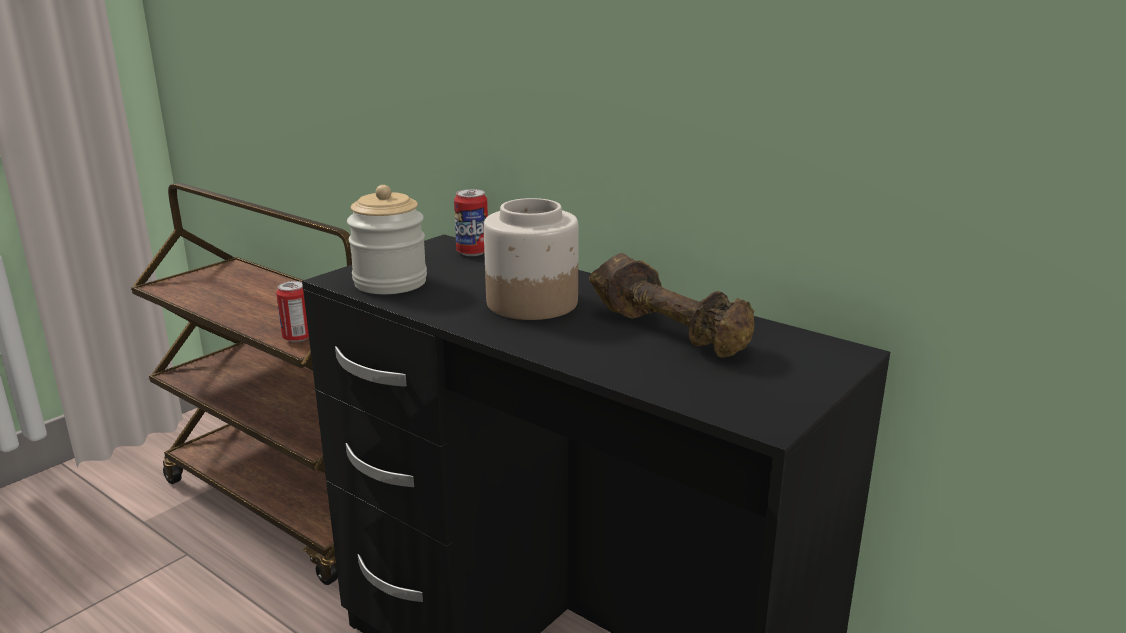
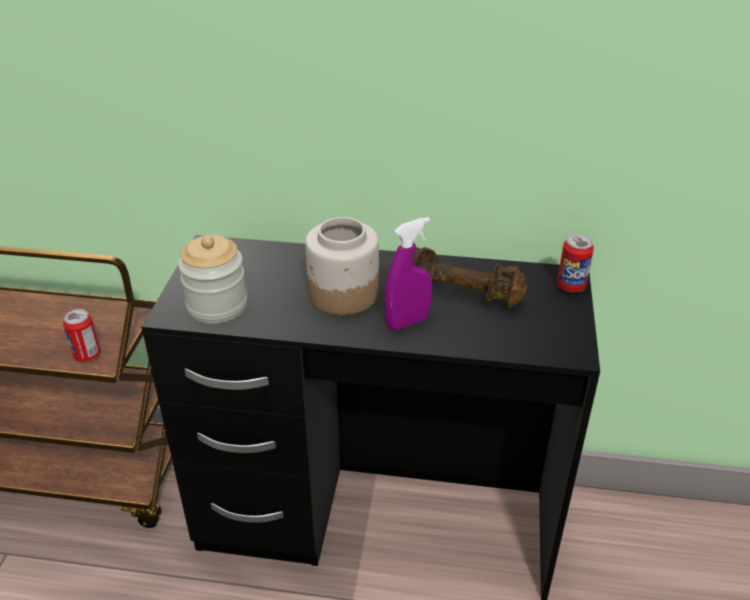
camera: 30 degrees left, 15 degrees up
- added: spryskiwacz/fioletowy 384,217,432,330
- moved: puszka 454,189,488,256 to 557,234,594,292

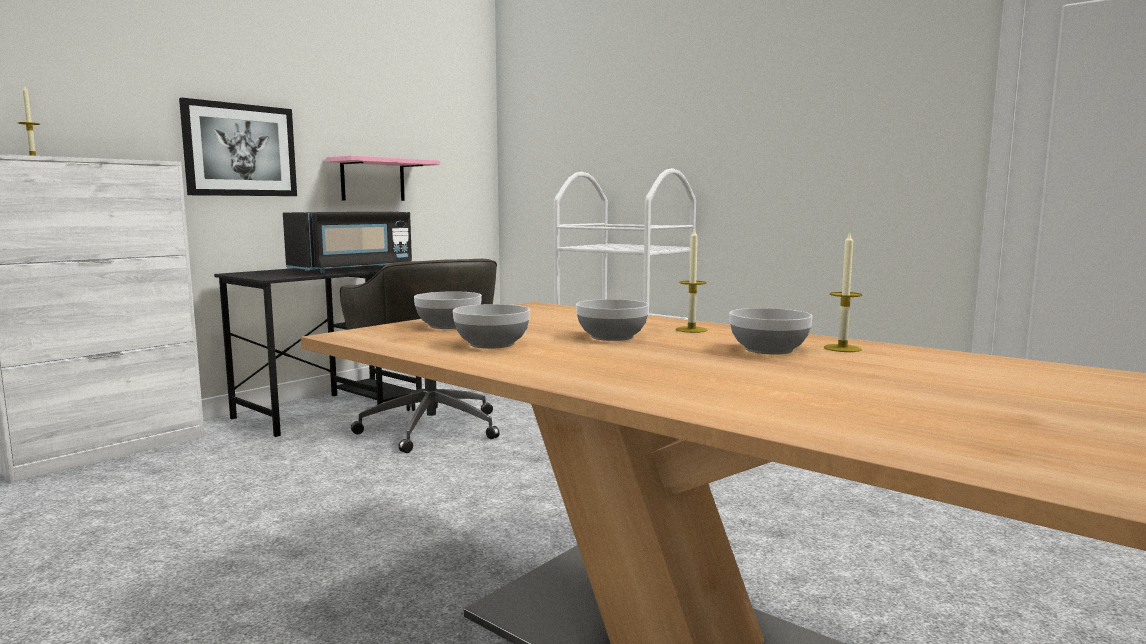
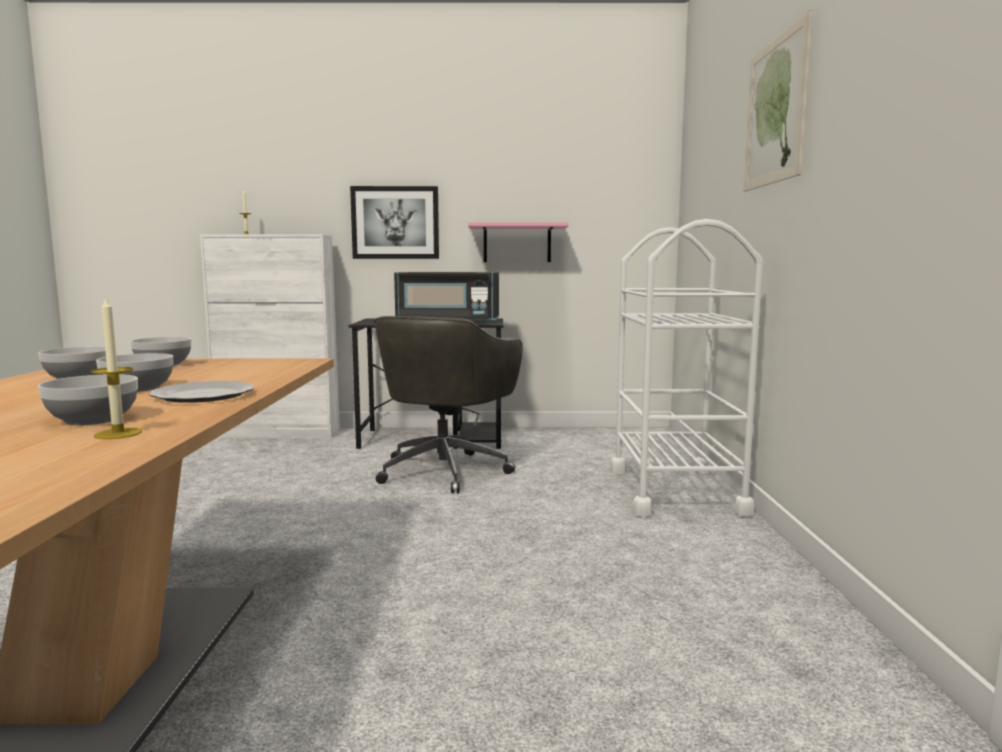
camera: 50 degrees right, 0 degrees up
- replaced: świeca 676,227,707,333 to talerz 149,381,254,403
- added: obraz 744,10,813,191

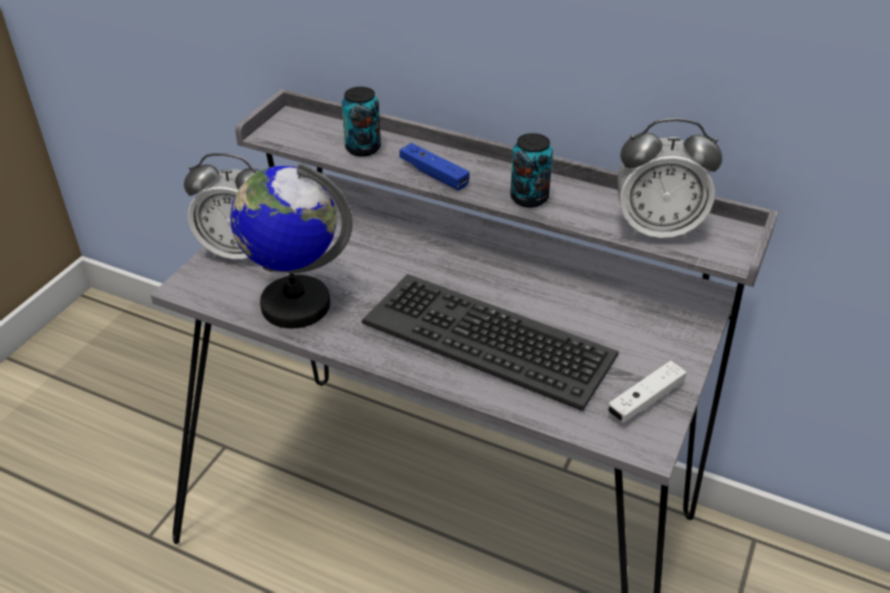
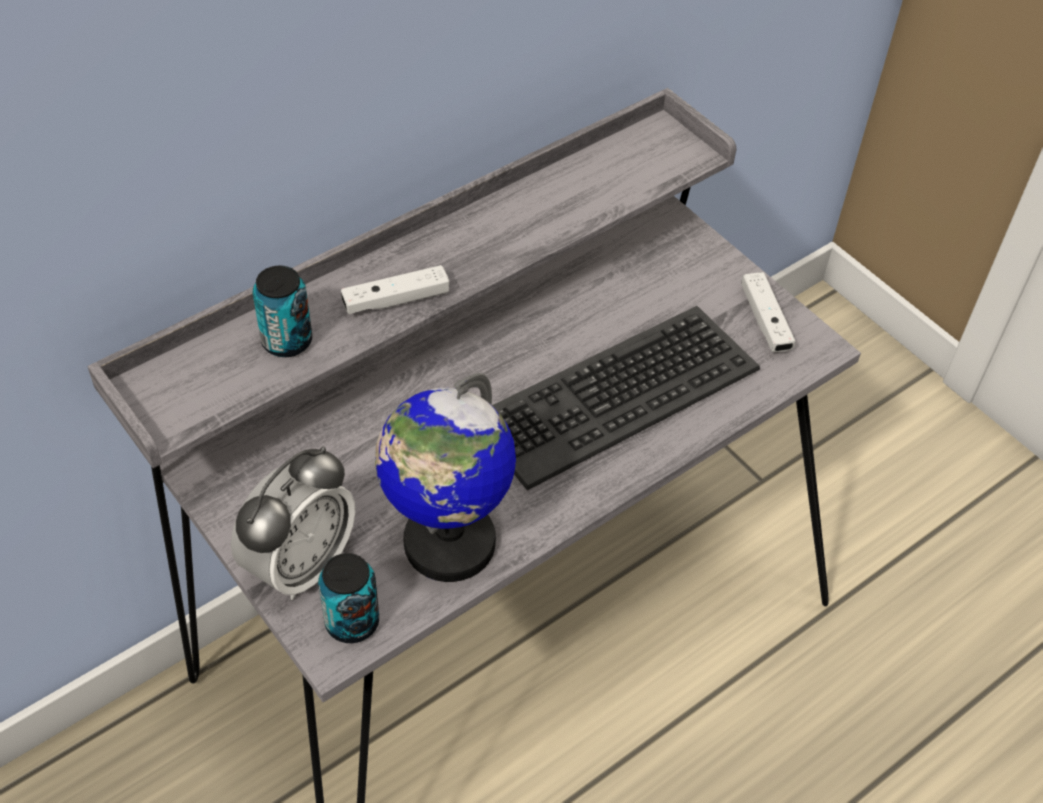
camera: 65 degrees left, 10 degrees up
- moved: puszka 510,133,553,208 to 318,553,379,643
- recoloured: pad do gier/niebieski 399,143,470,190 to pad do gier/biały 341,265,449,314
- removed: budzik 617,118,722,240

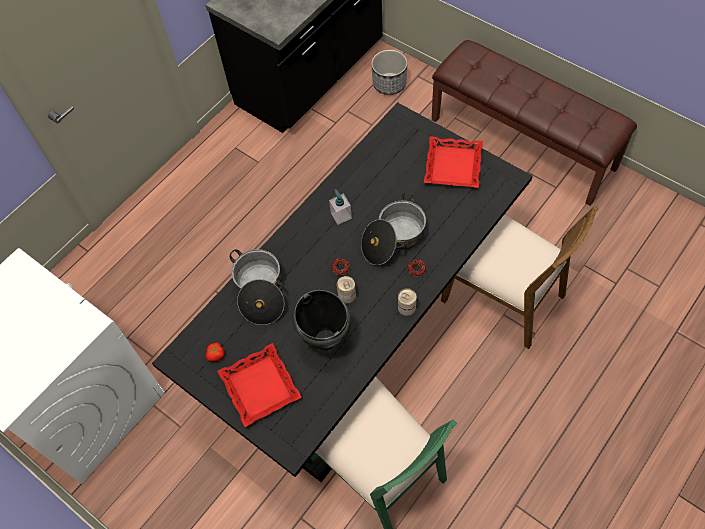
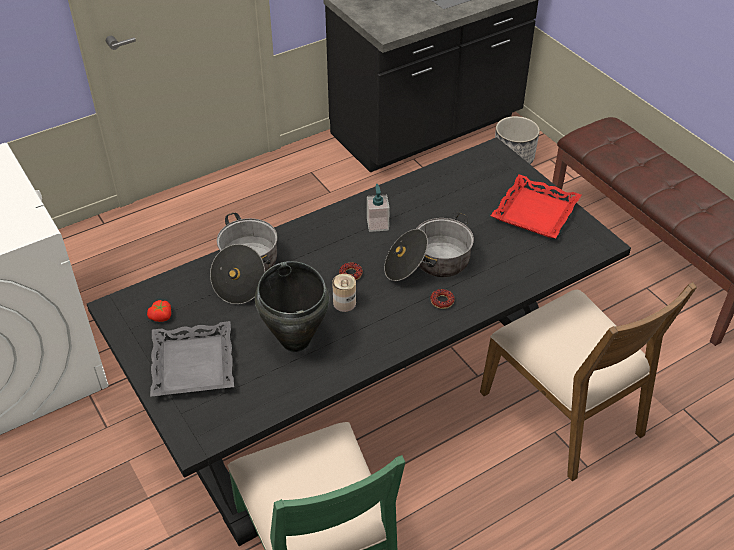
camera: 15 degrees right, 15 degrees down
- recoloured: taca/czerwony 217,343,302,427 to taca/szary 150,321,234,397
- removed: puszka 398,288,416,316

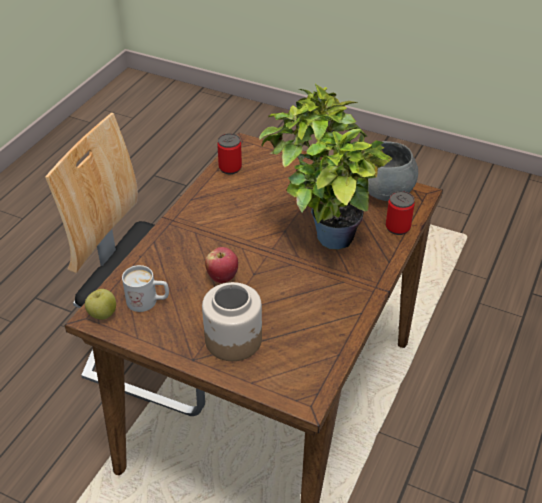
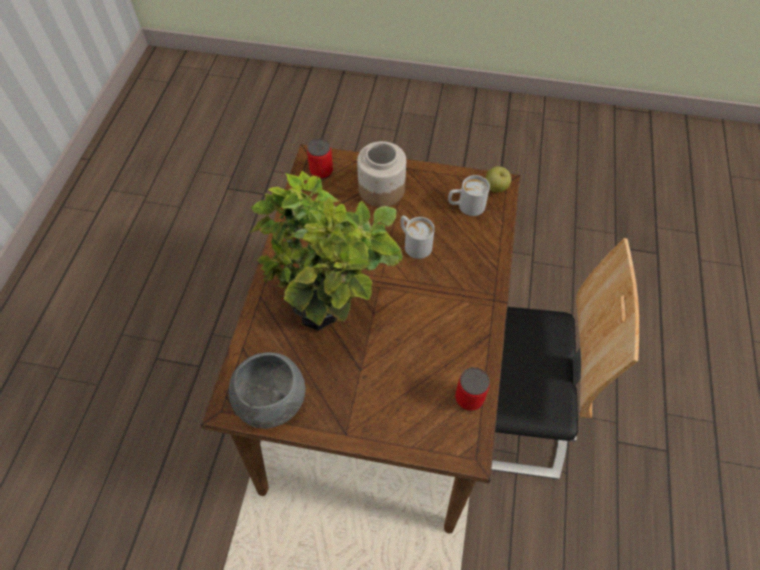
camera: 165 degrees right, 15 degrees up
- moved: puszka 386,191,415,235 to 307,138,333,179
- replaced: jabłko 205,247,238,283 to kubek/biały 401,215,435,259

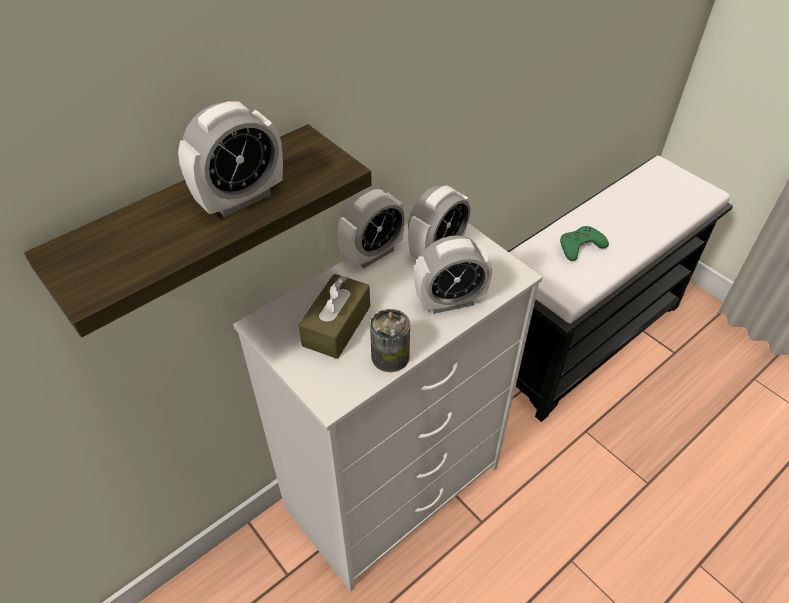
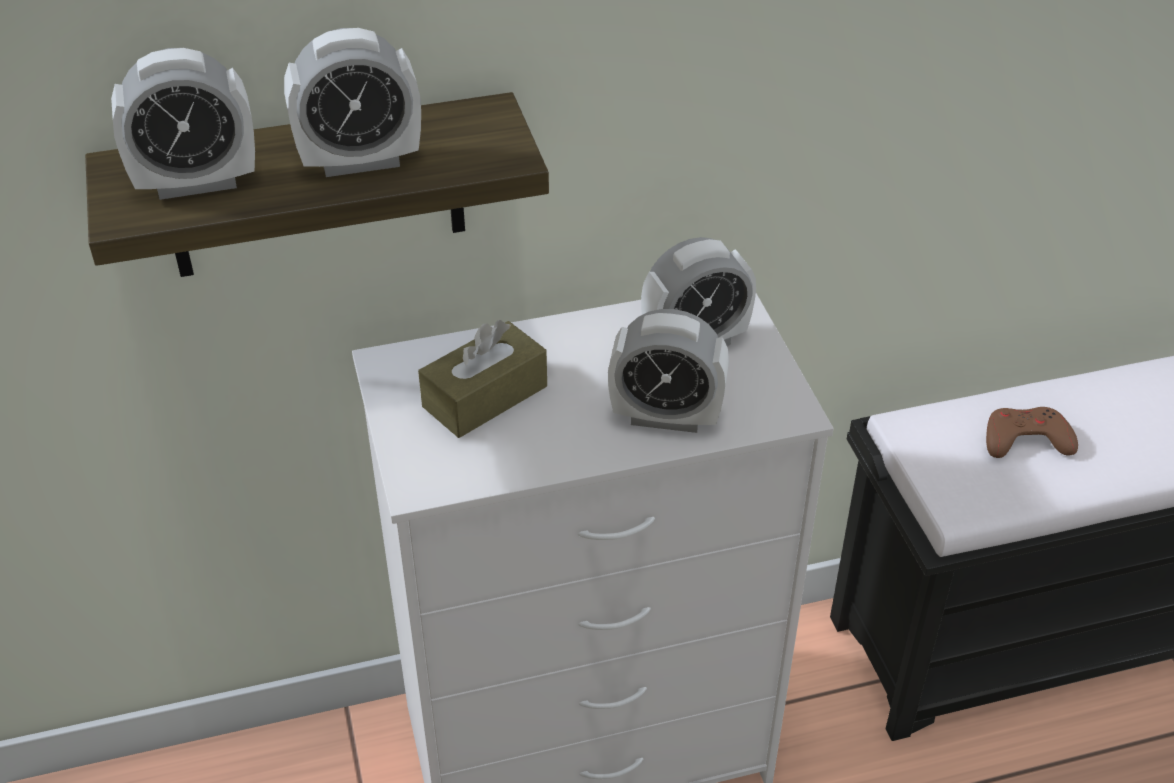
camera: 25 degrees right, 5 degrees down
- moved: budzik 338,189,406,268 to 111,48,255,200
- recoloured: pad do gier/zielony 560,226,609,261 to pad do gier/brązowy 986,407,1078,458
- removed: puszka 370,309,410,372

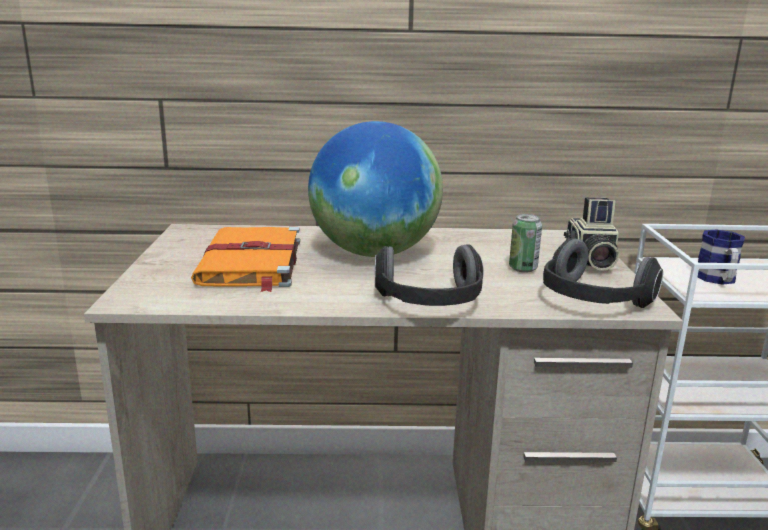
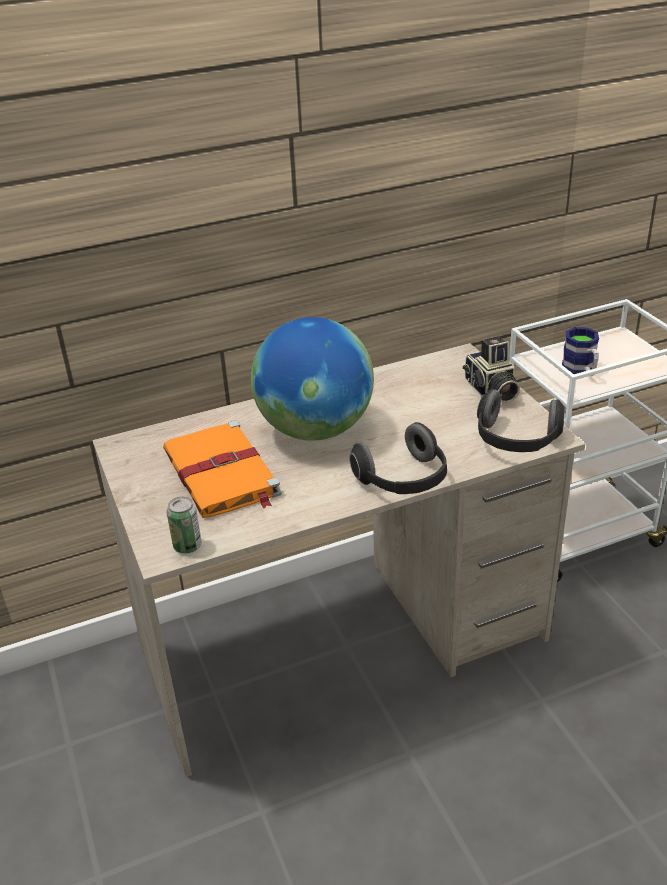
camera: 20 degrees left, 15 degrees up
- moved: puszka 509,214,542,273 to 167,496,202,554

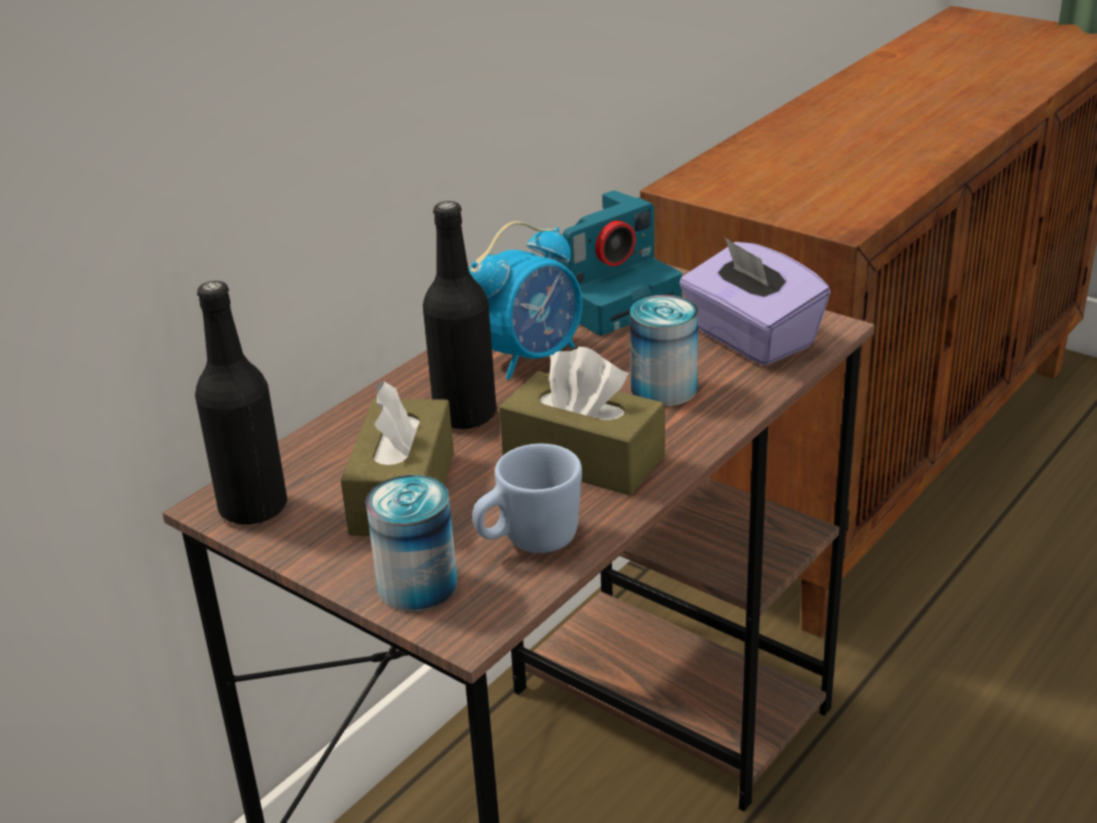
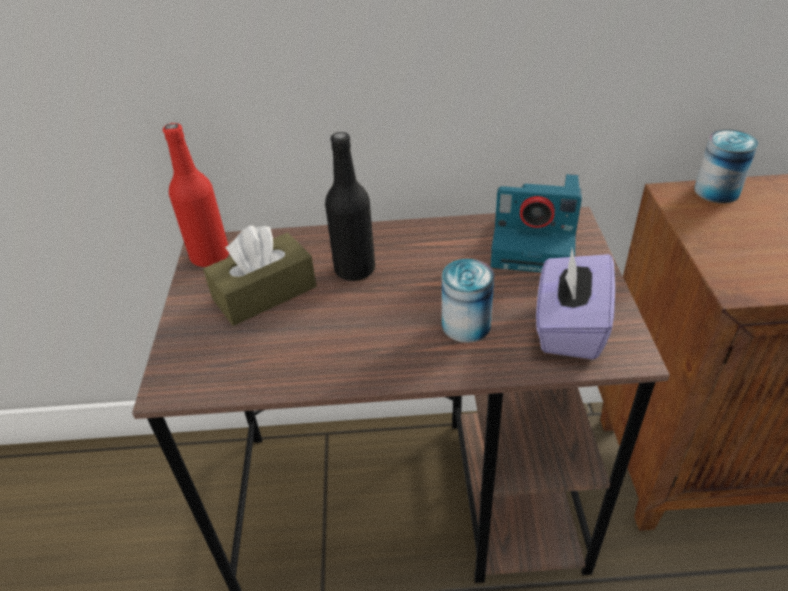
camera: 50 degrees right, 10 degrees up
- recoloured: butelka/czarny 195,281,287,525 to butelka/czerwony 163,123,229,267
- moved: puszka 366,475,458,612 to 694,129,758,203
- removed: budzik 469,221,582,380
- removed: kubek/niebieski 472,443,582,553
- removed: pudełko chusteczek/brązowy 499,346,665,496

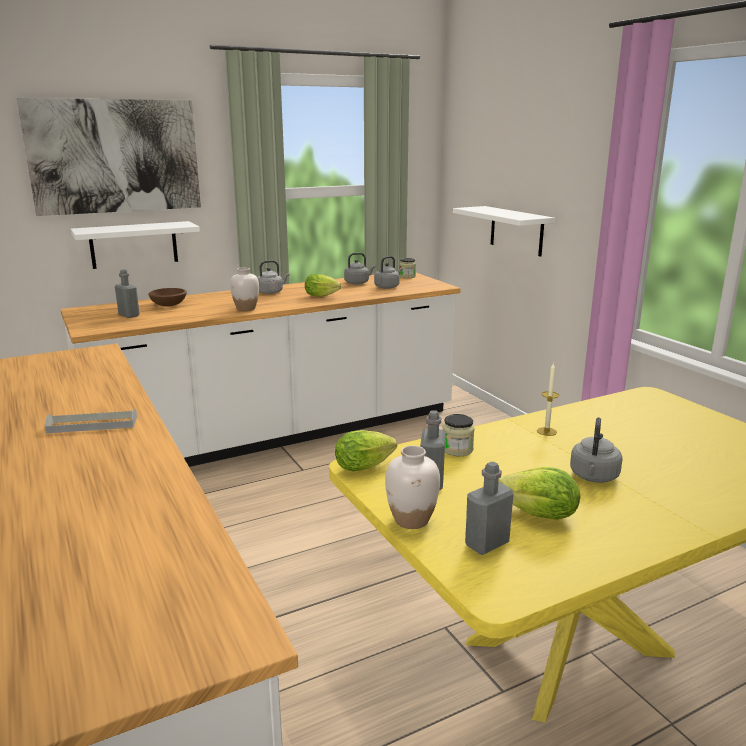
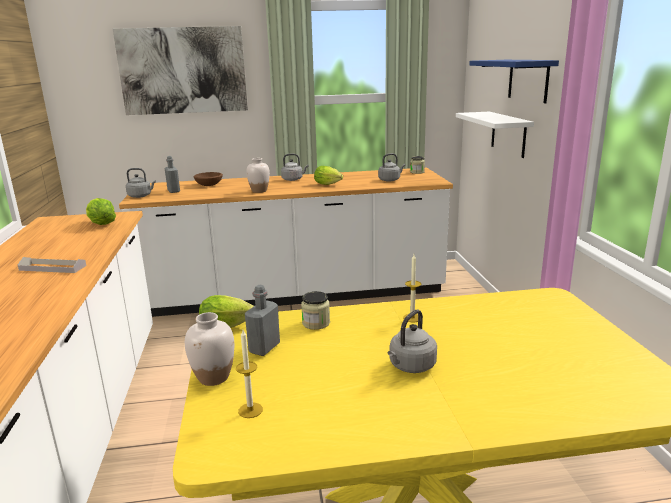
camera: 20 degrees right, 0 degrees up
- moved: sałata 498,467,580,520 to 86,198,116,225
- moved: czajnik/szary 344,253,376,284 to 126,168,156,198
- replaced: butelka/szary 465,462,514,555 to świeca 236,330,263,418
- added: półka/niebieski 469,60,559,103
- removed: półka/biały 70,221,200,269

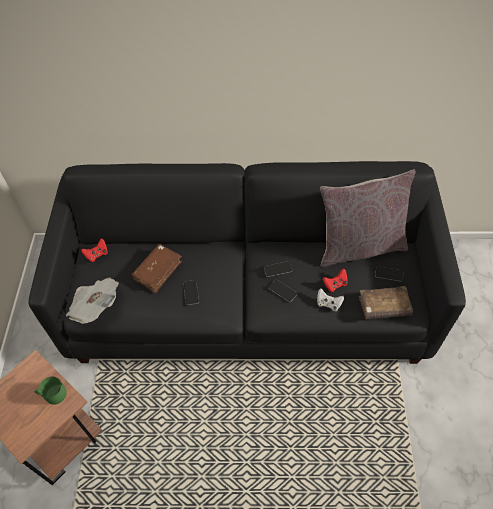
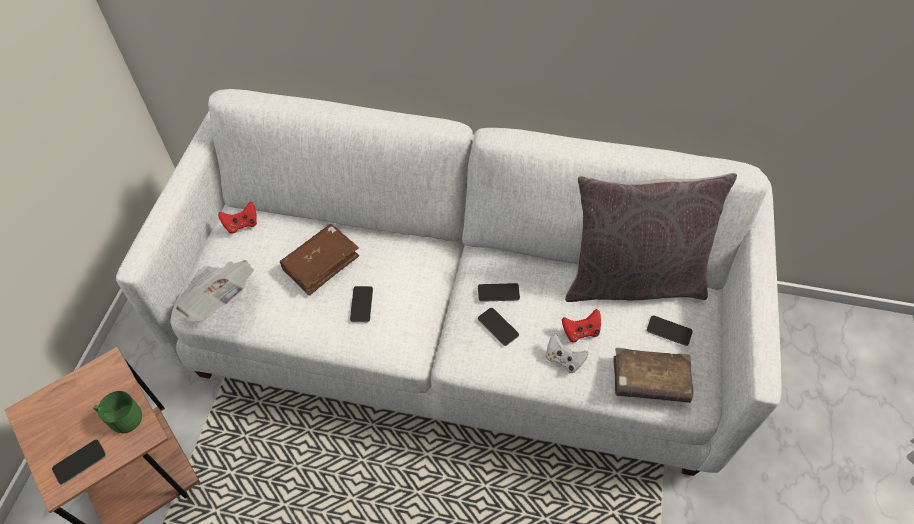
camera: 10 degrees right, 0 degrees up
- added: telefon 52,440,106,484
- recoloured: kanapa/czarny 28,161,466,364 to kanapa/biały 116,89,782,476

